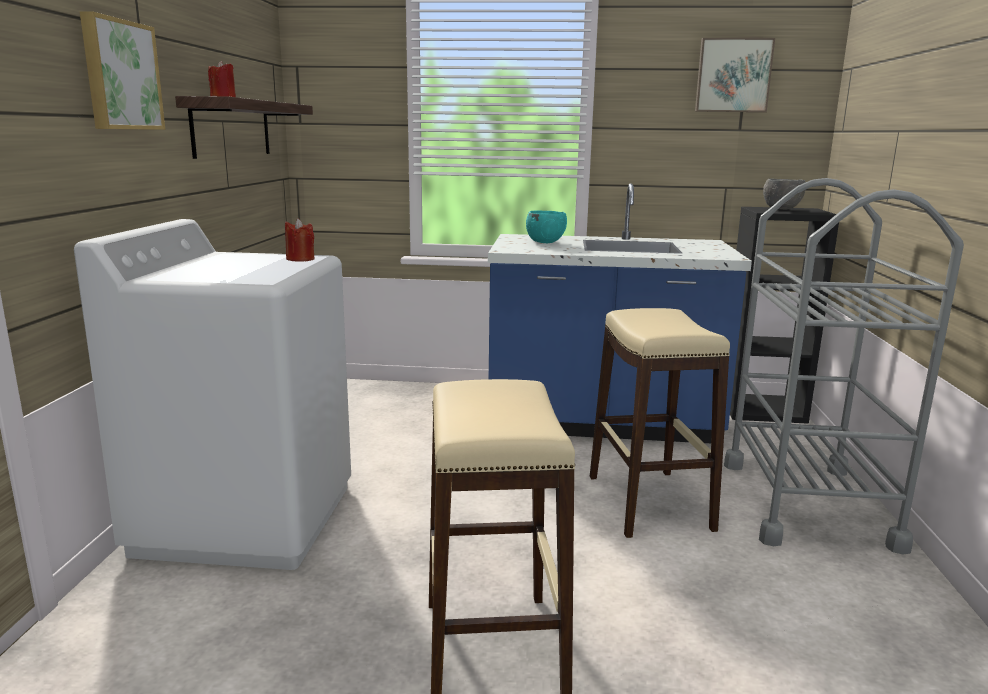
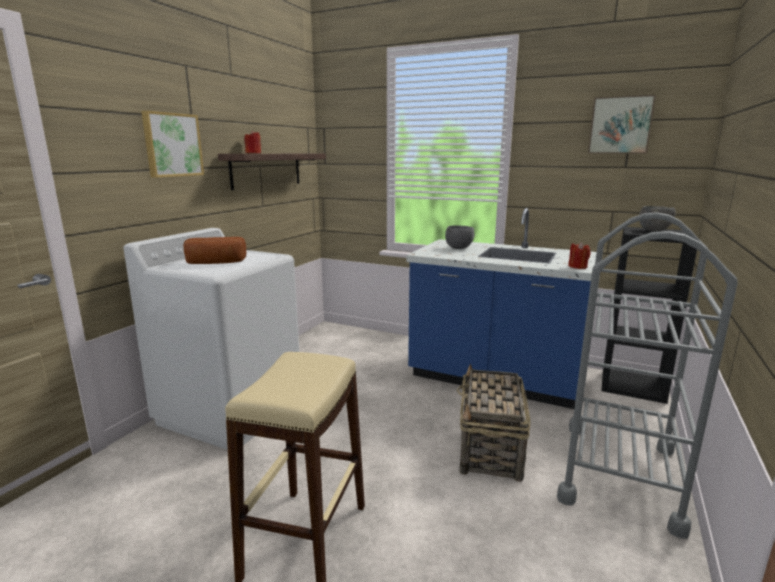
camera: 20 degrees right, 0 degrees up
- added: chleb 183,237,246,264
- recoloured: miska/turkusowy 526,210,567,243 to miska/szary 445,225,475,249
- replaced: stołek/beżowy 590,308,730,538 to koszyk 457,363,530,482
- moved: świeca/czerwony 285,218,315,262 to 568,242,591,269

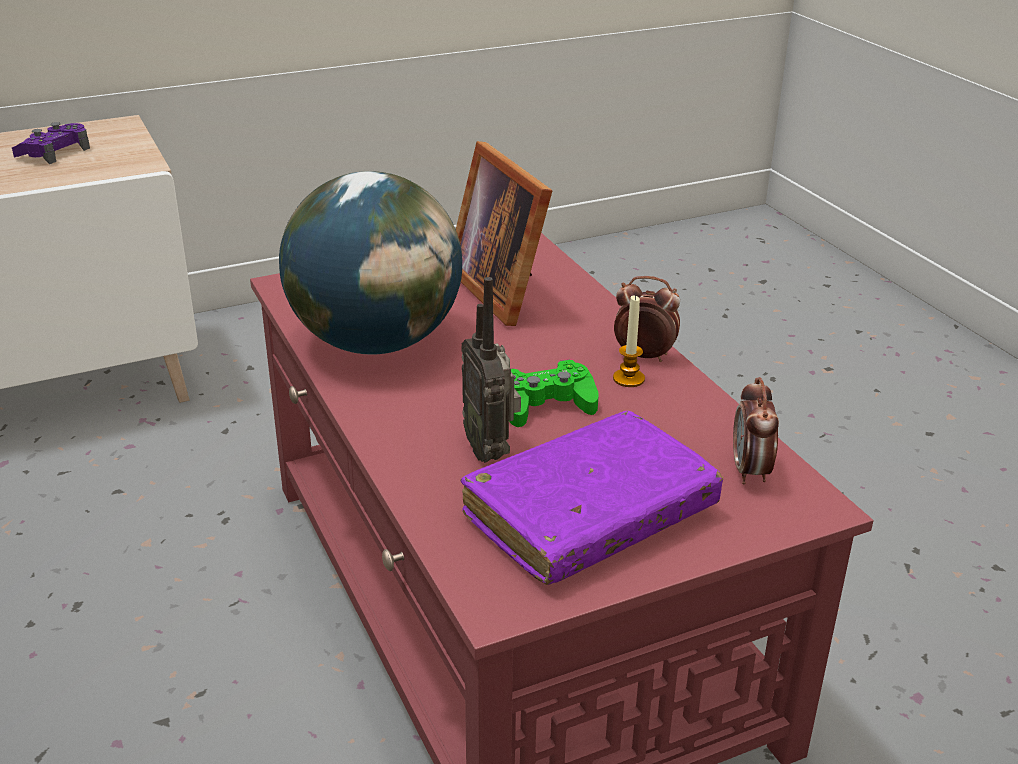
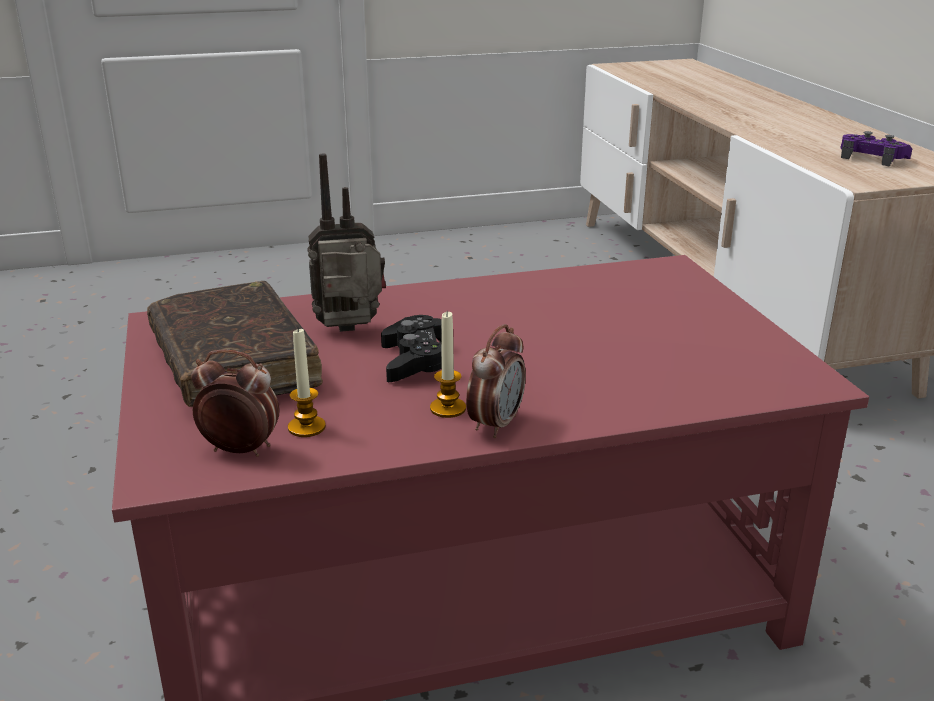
camera: 100 degrees right, 5 degrees down
- recoloured: książka/fioletowy 460,411,723,585 to książka/brązowy 147,281,323,407
- added: świeca 288,328,326,437
- recoloured: pad do gier/zielony 509,360,599,427 to pad do gier/czarny 381,315,442,382
- removed: globus 279,171,462,355
- removed: ramka na zdjęcie 456,141,552,326

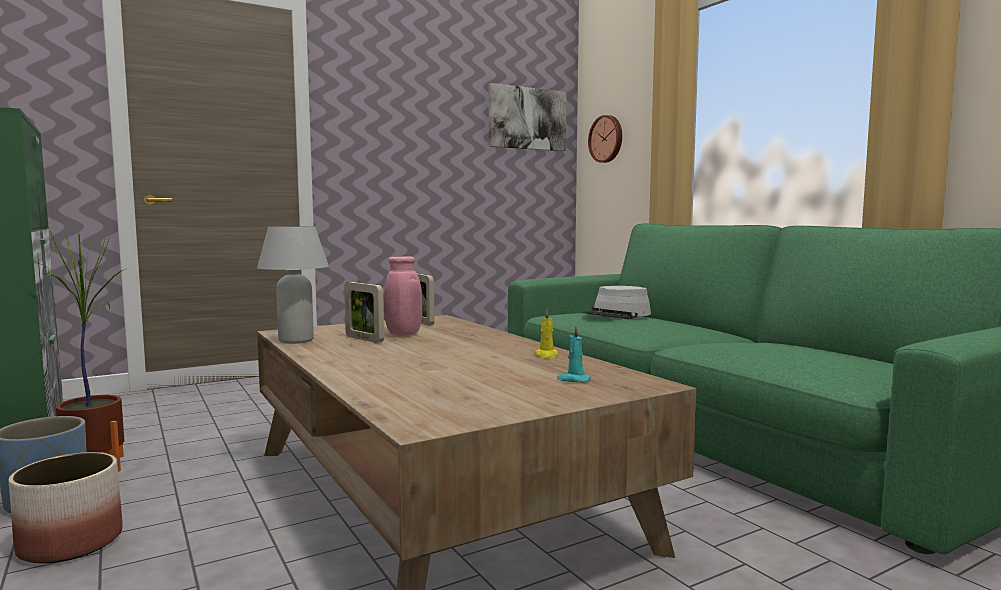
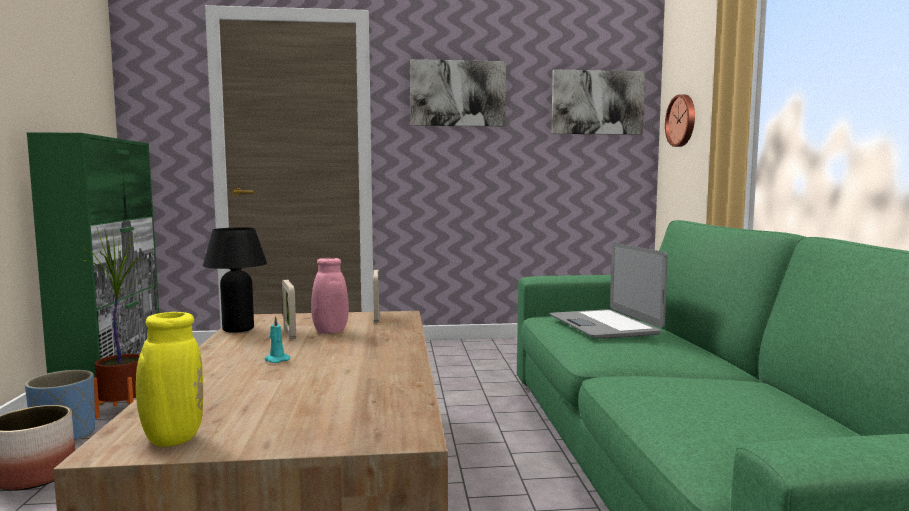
camera: 25 degrees right, 0 degrees up
- added: wazon/żółty 62,312,203,447
- recoloured: lampa stołowa/biały 257,226,329,344 to lampa stołowa/czarny 203,228,267,333
- moved: świeca/turkusowy 557,325,591,382 to 265,316,290,363
- added: obraz 410,59,506,126
- replaced: kapelusz/szary 583,286,651,319 to laptop 550,243,668,339
- removed: świeca/żółty 534,310,558,359

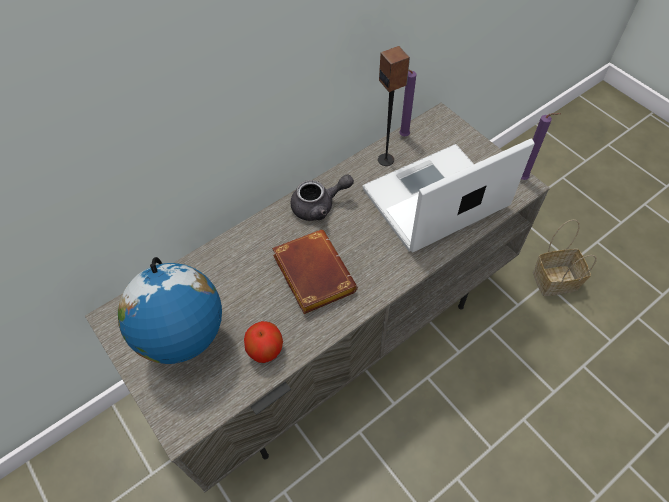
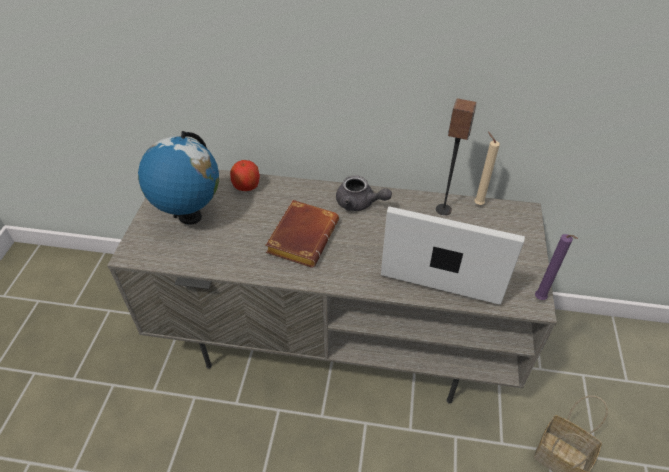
camera: 45 degrees right, 10 degrees down
- moved: jabłko 244,321,283,363 to 230,160,260,191
- recoloured: świeca/fioletowy 399,70,417,136 to świeca/beżowy 474,132,500,205

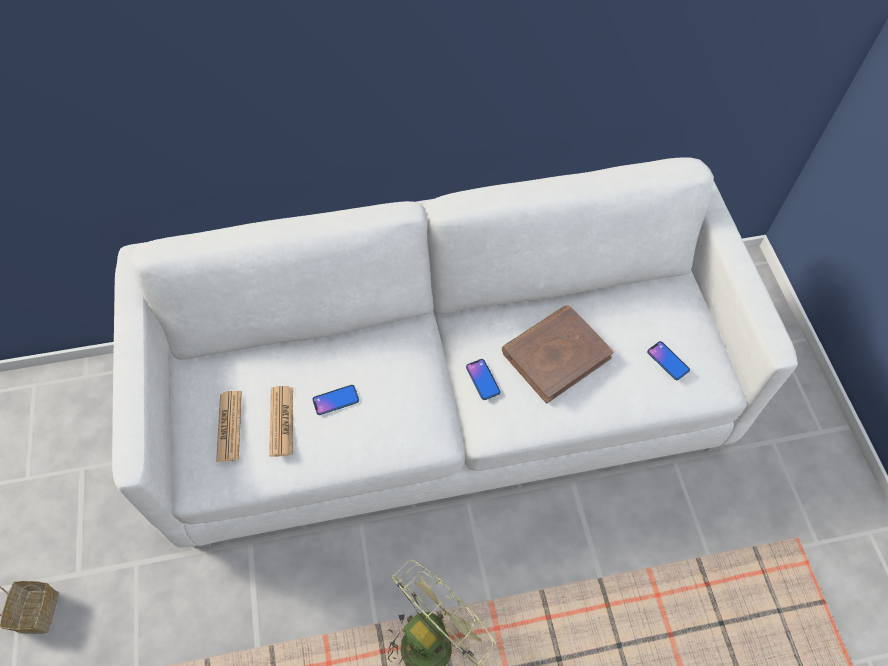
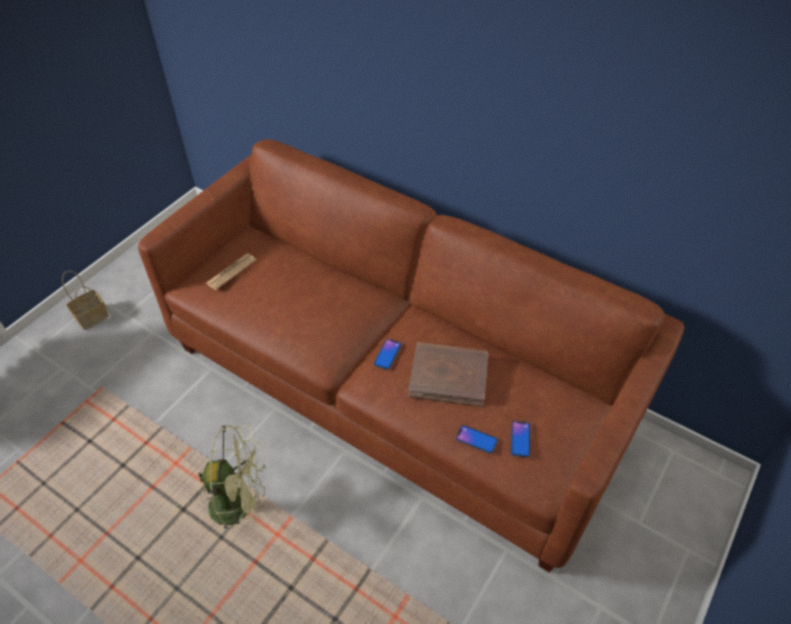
camera: 45 degrees right, 10 degrees down
- recoloured: kanapa/biały 112,157,798,549 to kanapa/brązowy 138,139,684,572
- moved: telefon 312,385,359,415 to 456,425,498,453
- removed: gazeta 269,386,293,457

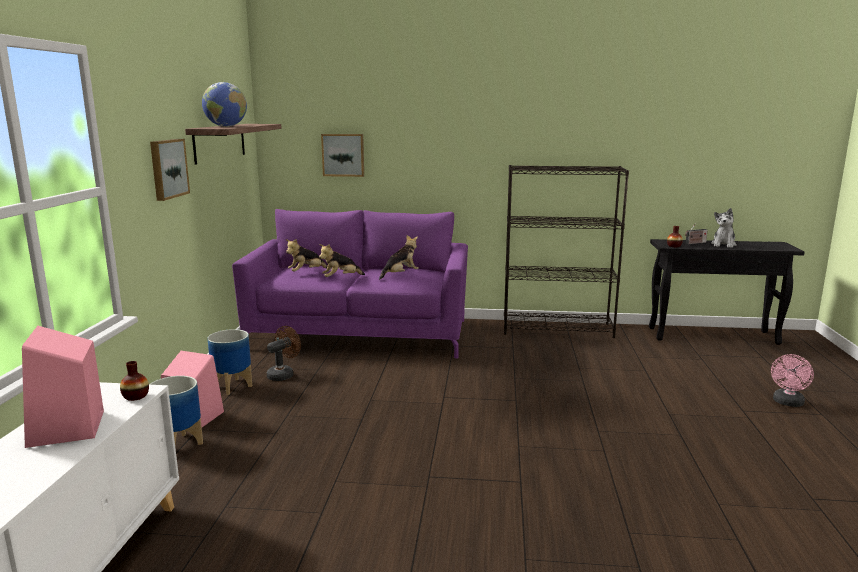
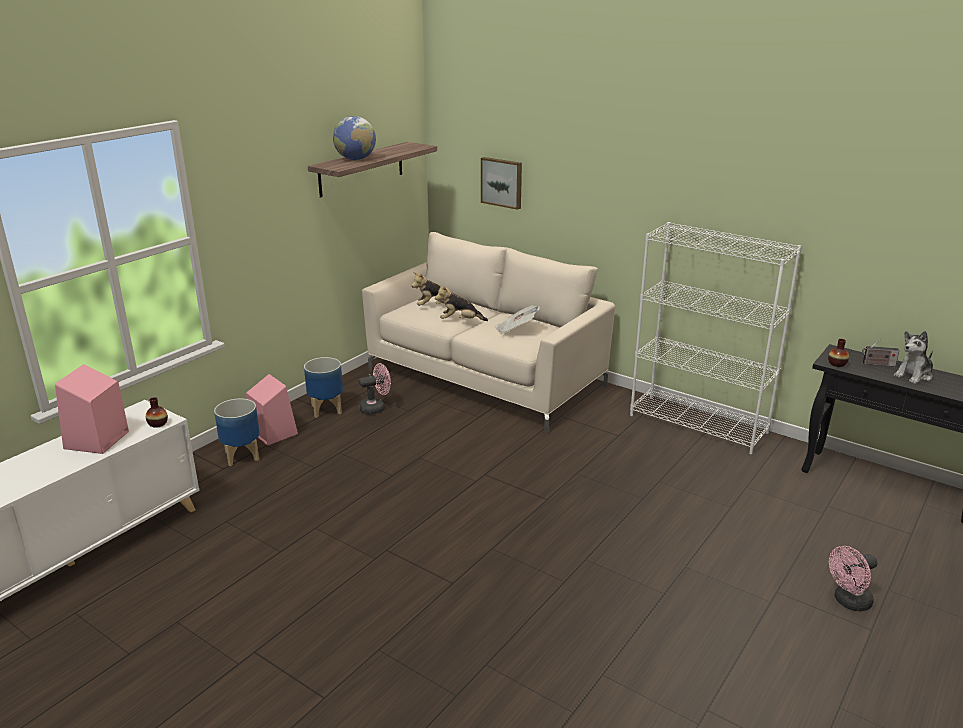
camera: 30 degrees right, 10 degrees up
- recoloured: wentylator/brązowy 267,326,301,381 to wentylator/różowy 359,363,391,415
- recoloured: kanapa/fioletowy 232,209,468,359 to kanapa/beżowy 362,232,615,433
- replaced: pluszak 379,235,419,280 to gazeta 495,305,540,334
- recoloured: regał/czarny 504,165,629,338 to regał/biały 630,222,802,454
- removed: obraz 150,139,190,201

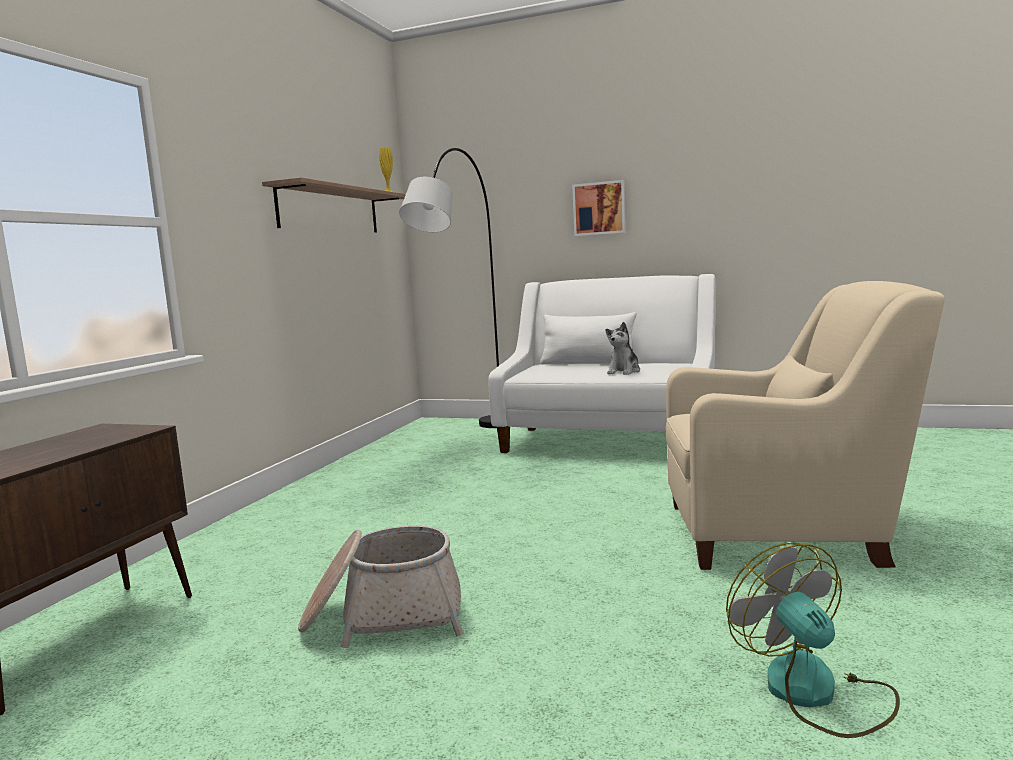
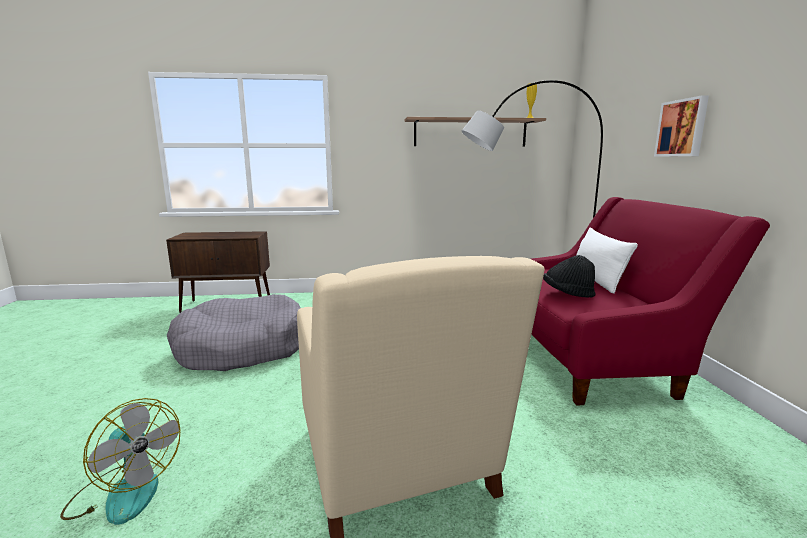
camera: 65 degrees right, 5 degrees up
- turned: wentylator 726,543,900,738 = 60,398,180,525 75 degrees clockwise
- replaced: koszyk 298,526,463,648 to legowisko/szary 167,294,301,371
- recoloured: kanapa/biały 488,274,716,453 to kanapa/czerwony 532,197,770,406
- replaced: pluszak 605,322,640,375 to kapelusz/czarny 543,255,596,298

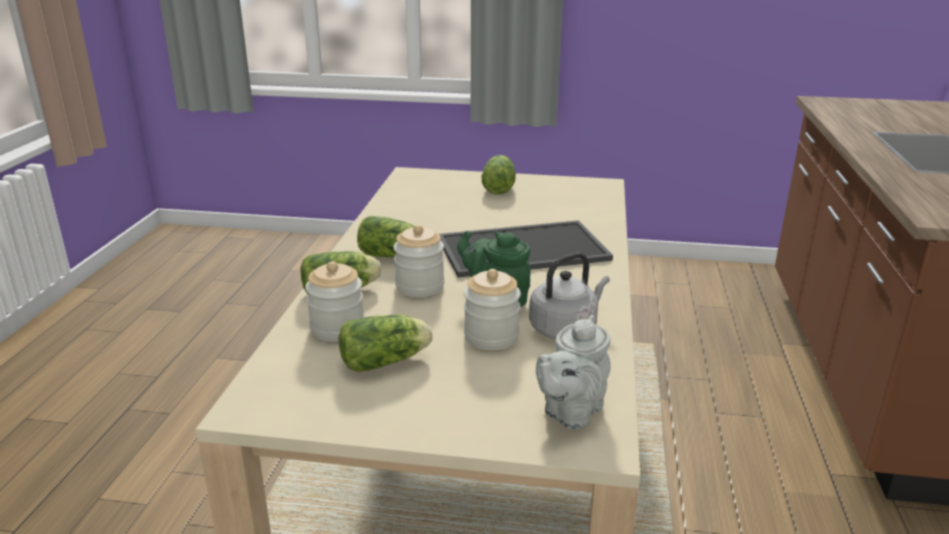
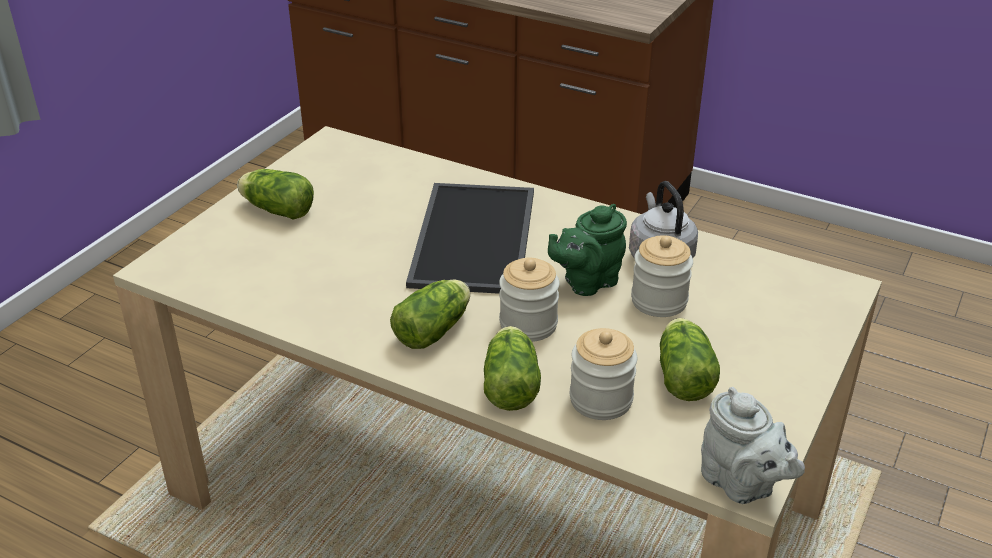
camera: 70 degrees left, 10 degrees up
- moved: imbryk/szary 536,315,611,429 to 701,387,805,504

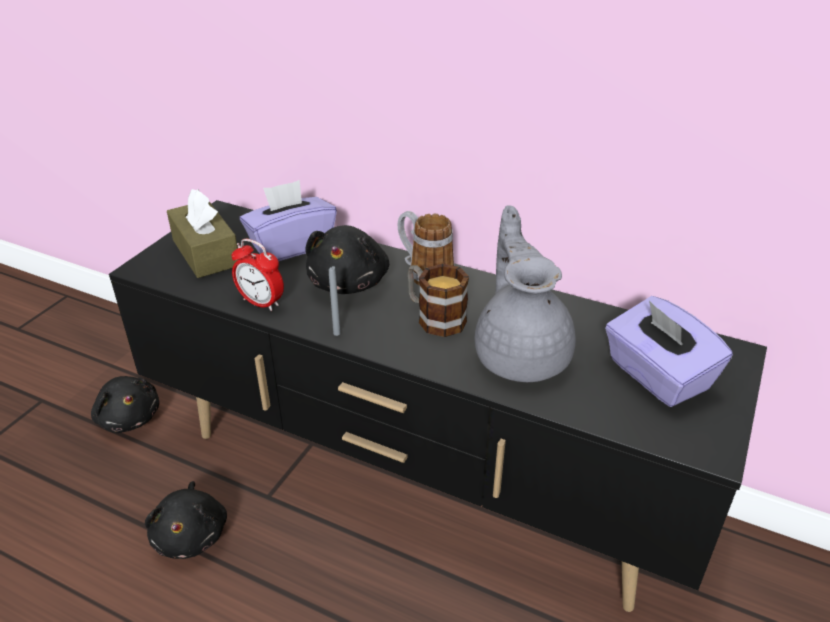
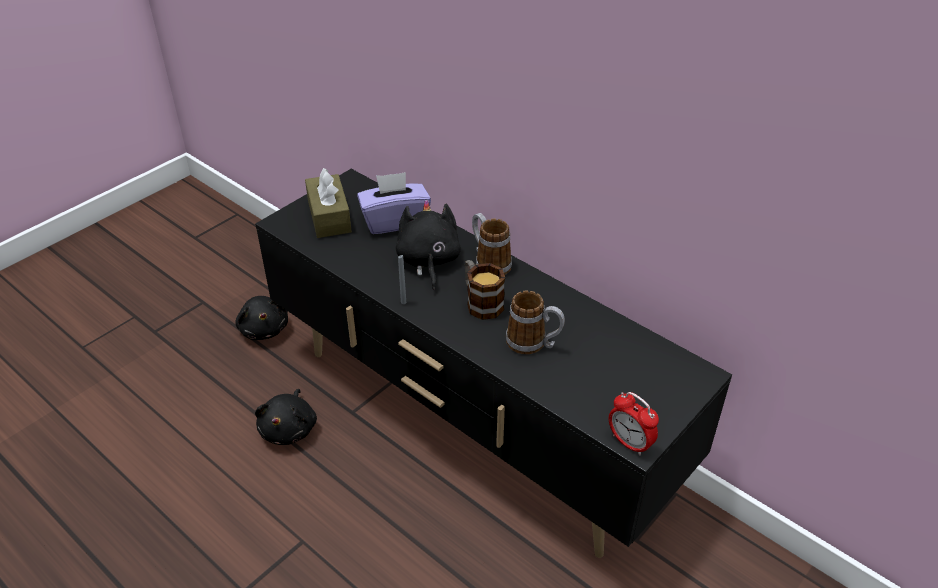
camera: 15 degrees right, 5 degrees up
- turned: pluszak/czarny 305,225,389,294 = 396,200,461,290 150 degrees clockwise
- replaced: imbryk/szary 474,205,576,382 to kubek 506,291,565,354
- moved: budzik 231,239,284,311 to 609,392,659,455
- removed: pudełko chusteczek/fioletowy 605,296,733,407

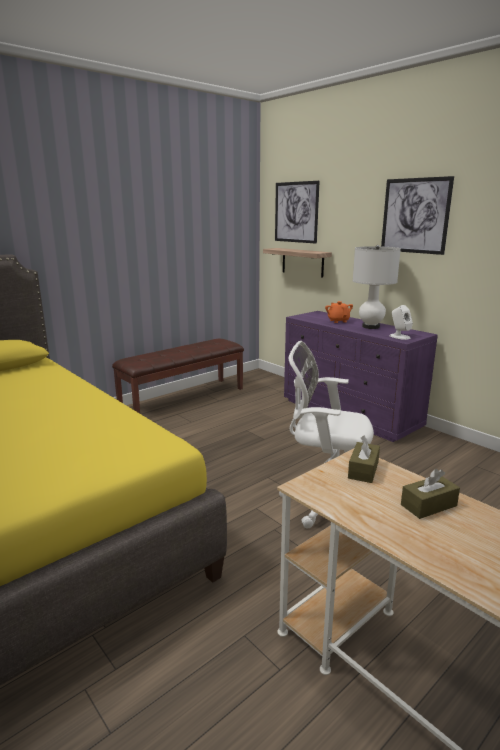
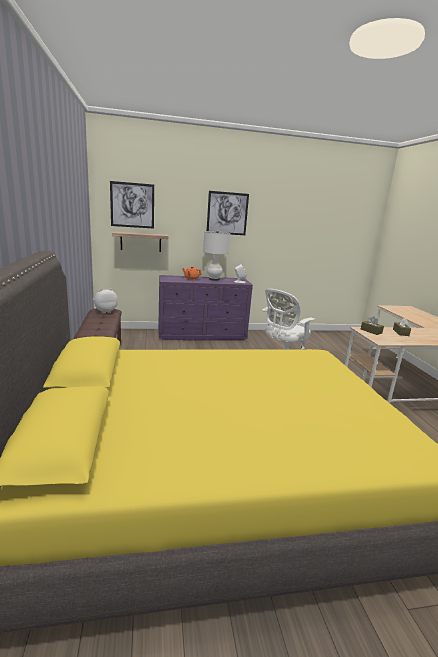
camera: 60 degrees left, 0 degrees up
- added: pluszak 93,288,118,314

